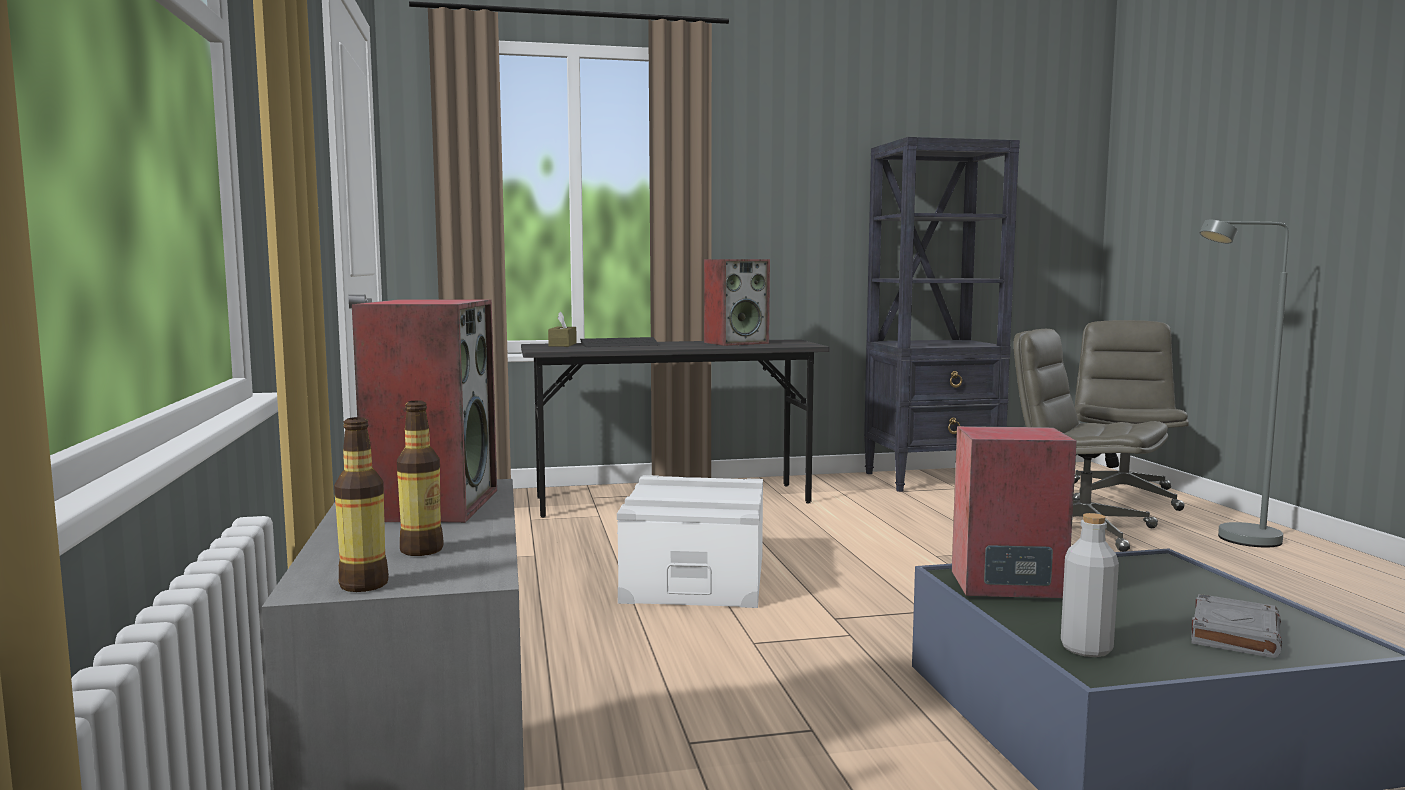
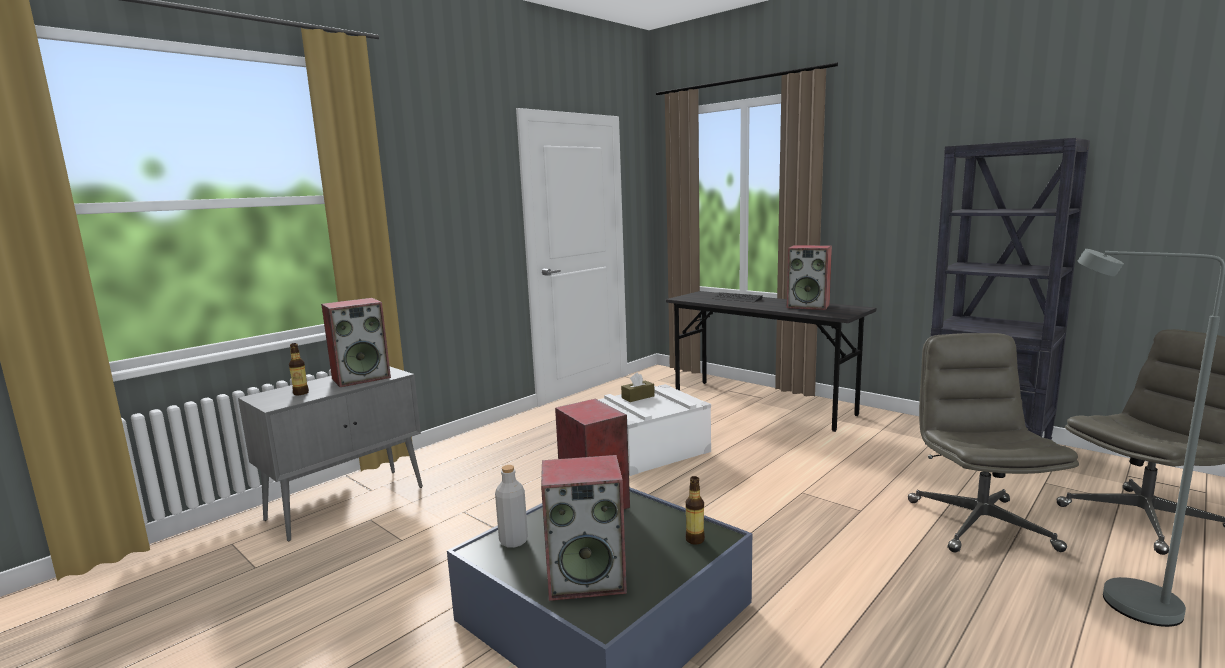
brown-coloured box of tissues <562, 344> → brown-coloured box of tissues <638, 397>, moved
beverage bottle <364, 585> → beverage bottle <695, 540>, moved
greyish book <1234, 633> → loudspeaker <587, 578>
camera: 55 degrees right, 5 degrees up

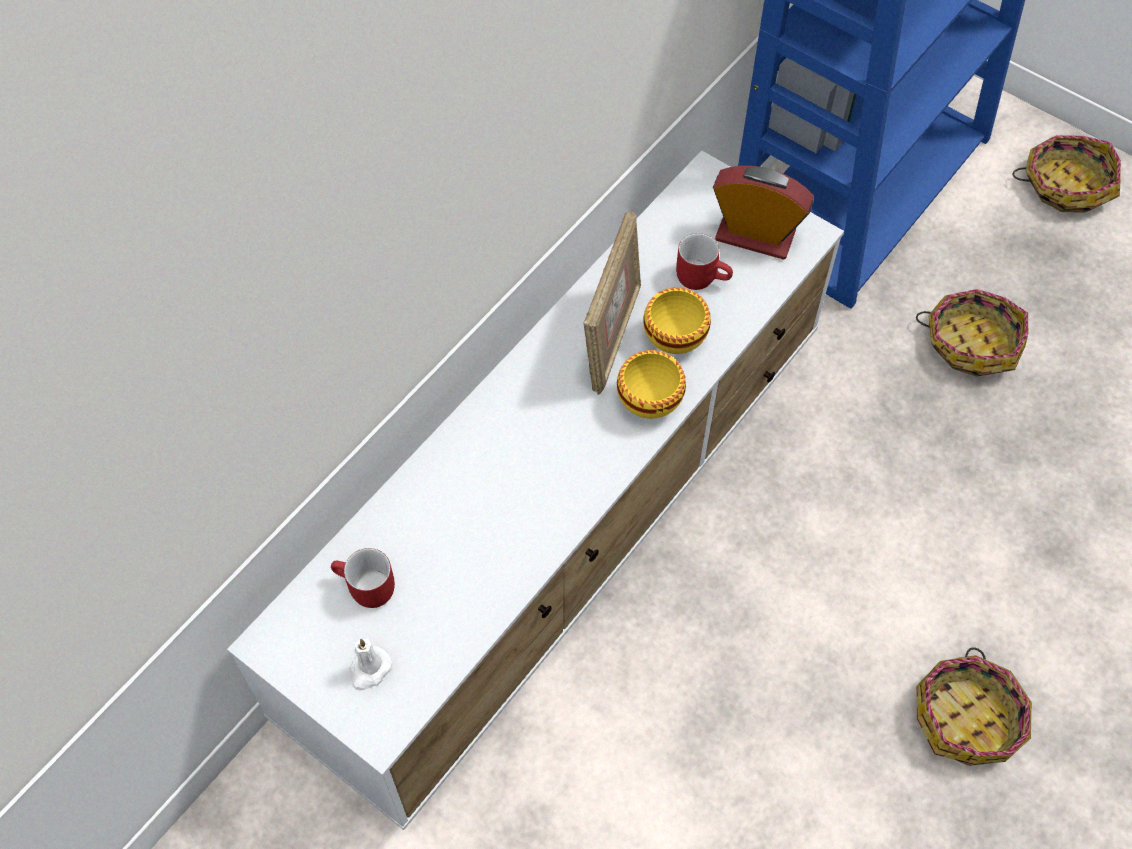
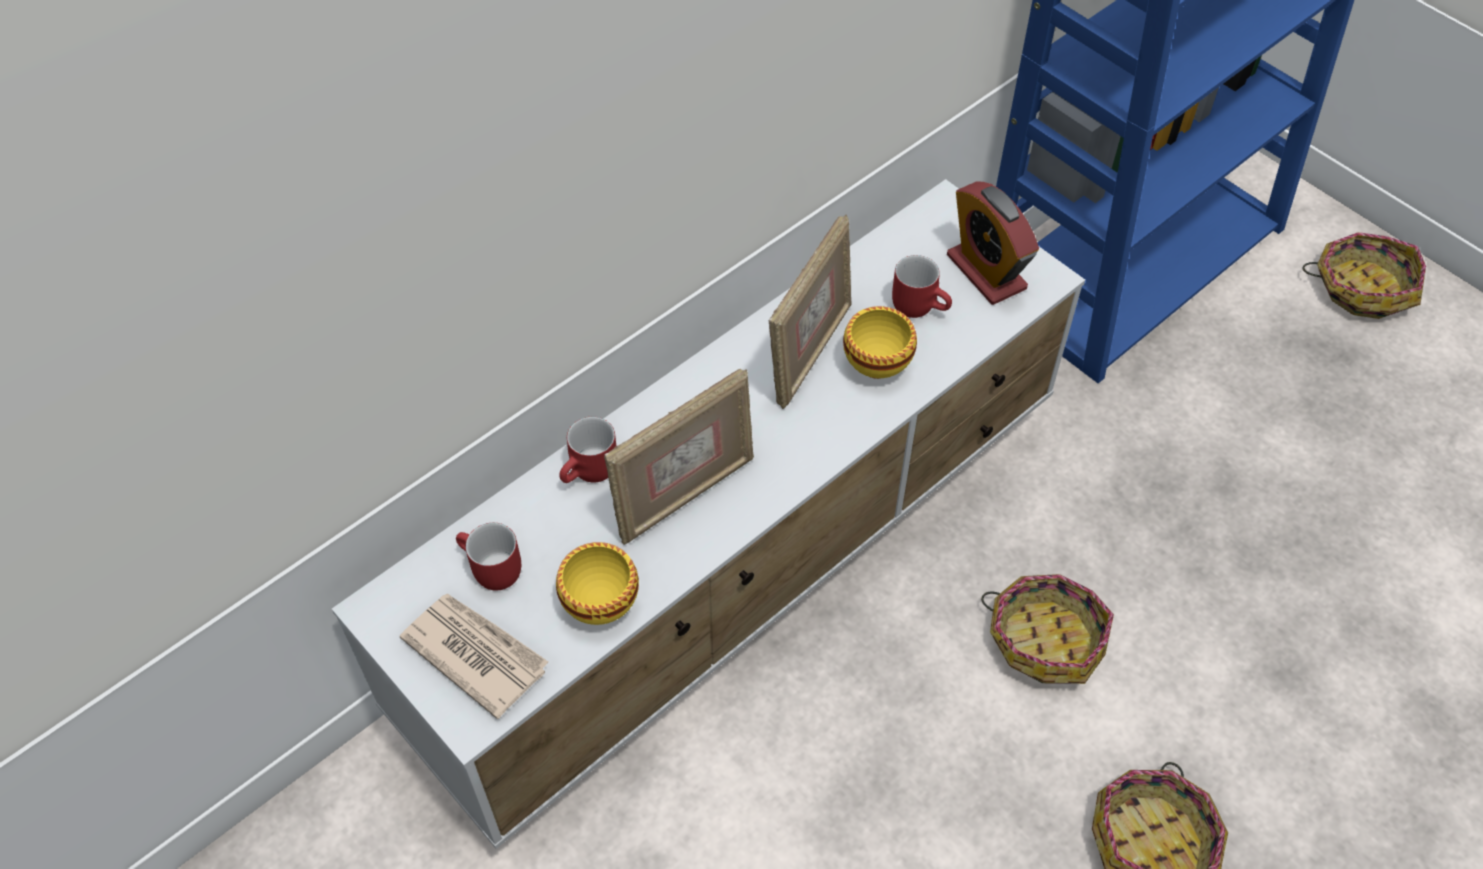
table clock <755, 236> → table clock <986, 272>, 150 degrees counterclockwise
household basket <971, 342> → household basket <1045, 638>, moved
yellow-coloured deep dish <647, 401> → yellow-coloured deep dish <599, 601>, moved
white wax candle <369, 669> → newspaper <475, 653>
- → picture frame <684, 495>
- → reddish tea mug <591, 473>
camera: 10 degrees right, 5 degrees down

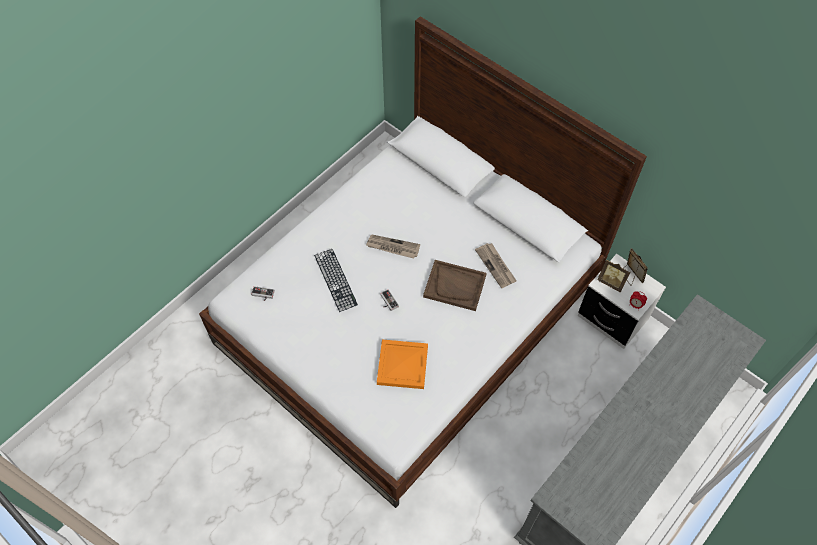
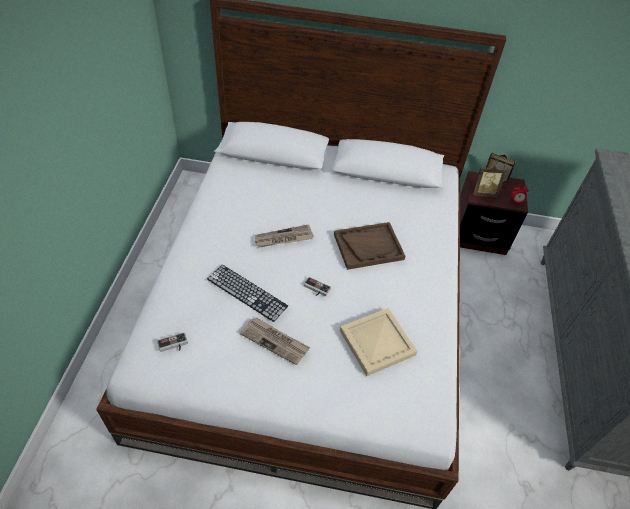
newspaper <496, 266> → newspaper <275, 341>, moved
white nightstand <612, 318> → brown-coloured nightstand <478, 236>
orangey tray <401, 366> → beige-coloured tray <376, 344>
camera: 35 degrees left, 10 degrees down

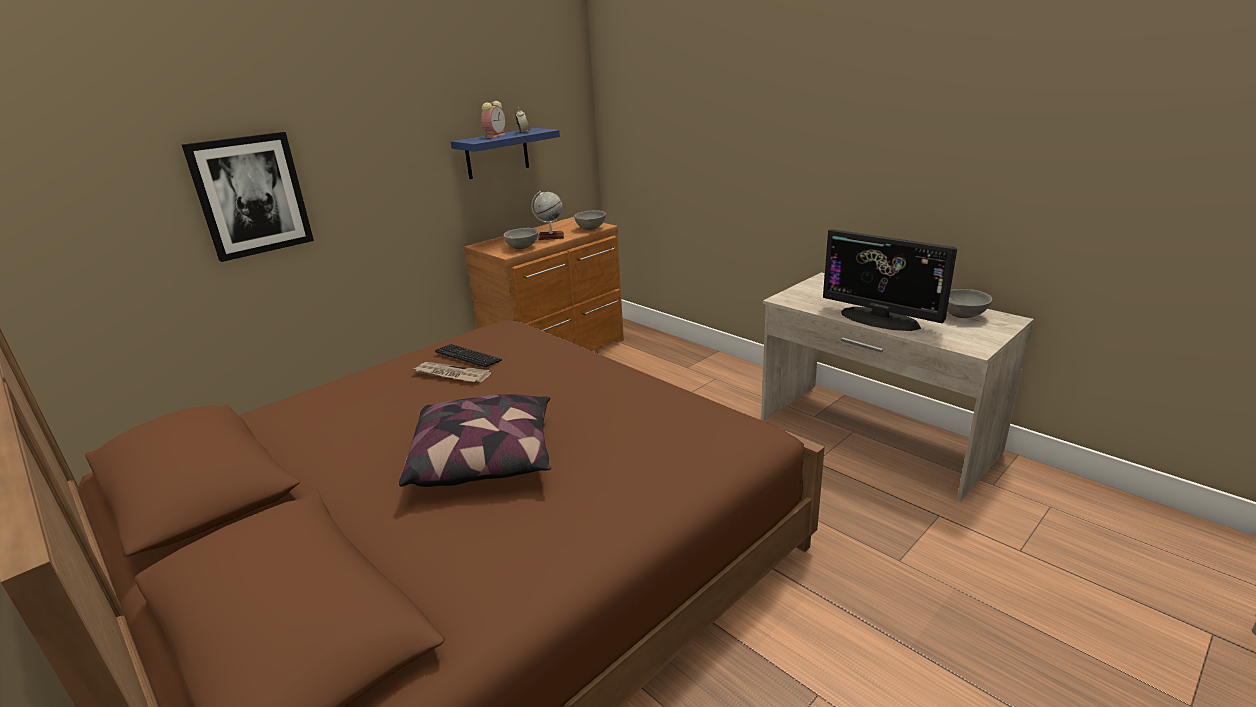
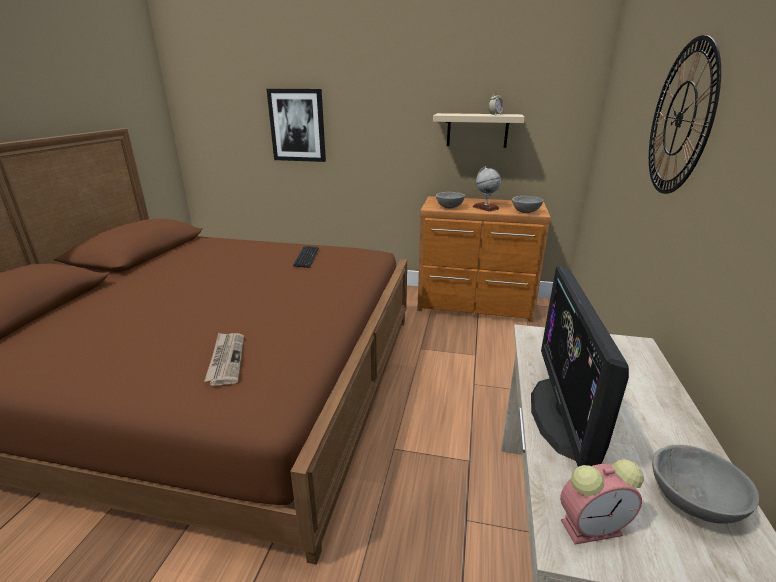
table clock <495, 136> → table clock <593, 526>, moved
bluish shelf <497, 153> → beige-coloured shelf <477, 130>
newspaper <451, 375> → newspaper <226, 359>, moved
pillow <486, 458> → -
- → wall clock <680, 119>
camera: 55 degrees right, 0 degrees up

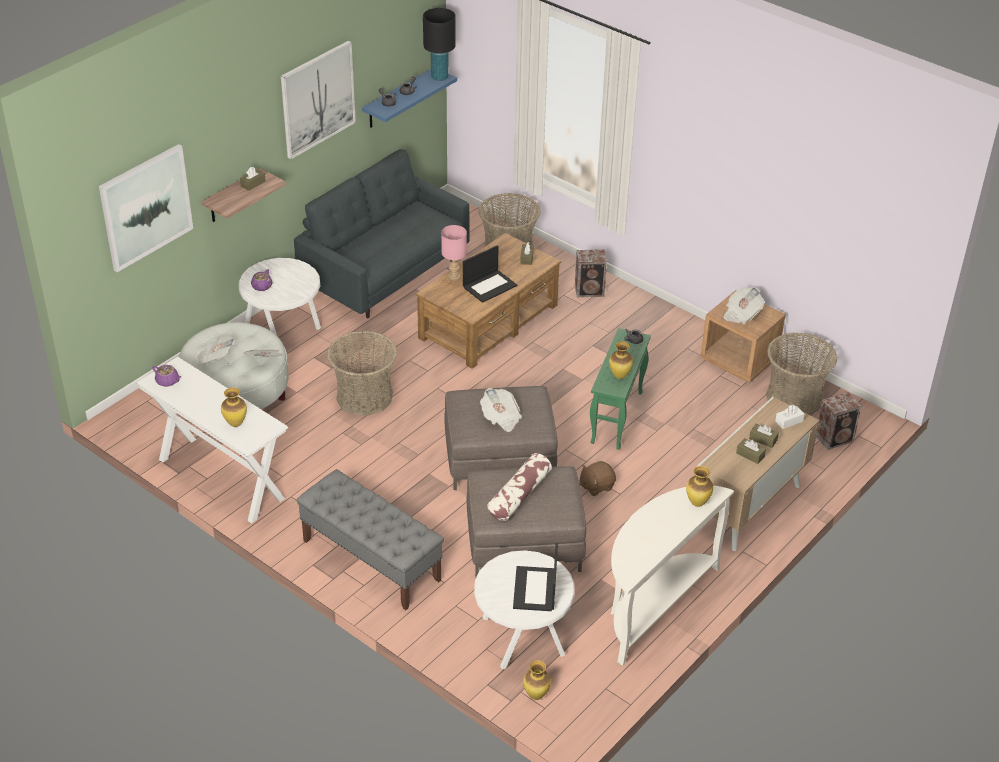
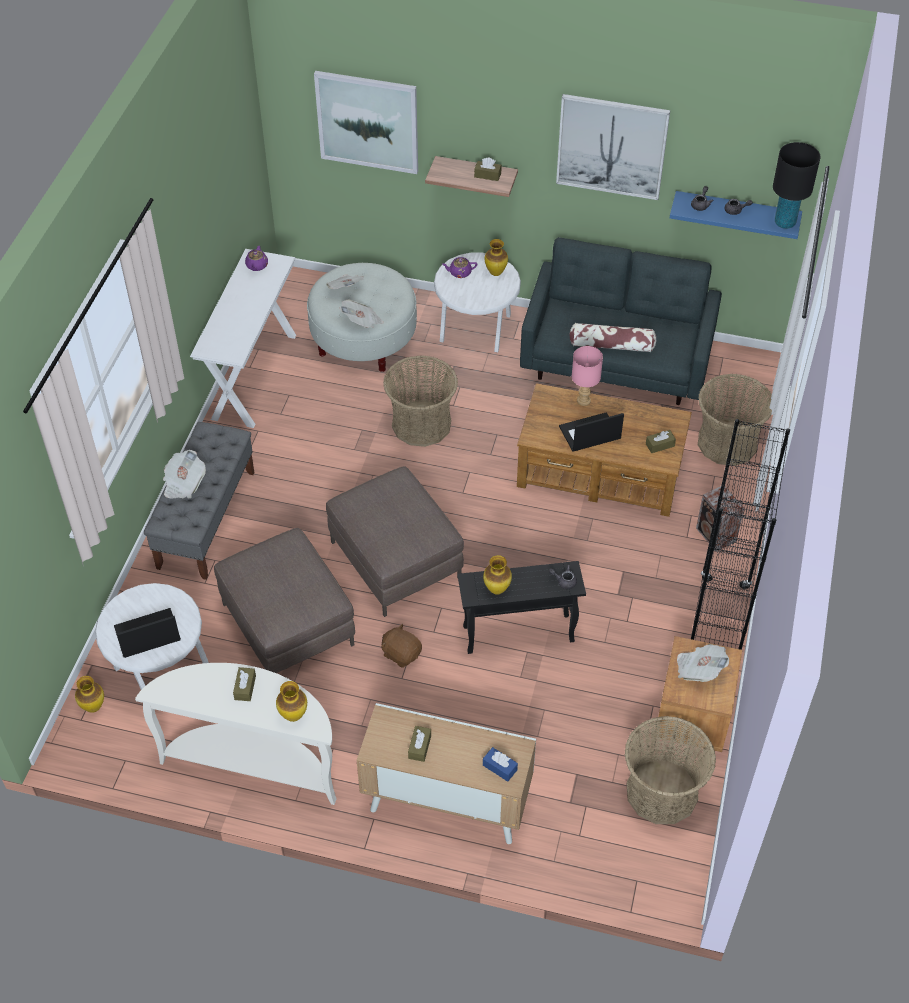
notebook computer <490, 286> → notebook computer <589, 433>, 135 degrees clockwise
greenish end table <617, 417> → black end table <518, 634>
decorative vase <235, 423> → decorative vase <496, 272>, moved
newspaper <501, 418> → newspaper <184, 484>, moved
loudspeaker <835, 438> → -
white box of tissues <789, 421> → bluish box of tissues <500, 767>
brown-coloured box of tissues <763, 439> → brown-coloured box of tissues <245, 687>, moved
pillow <519, 495> → pillow <611, 345>, moved
- → black shelving unit <717, 626>
camera: 65 degrees right, 10 degrees up

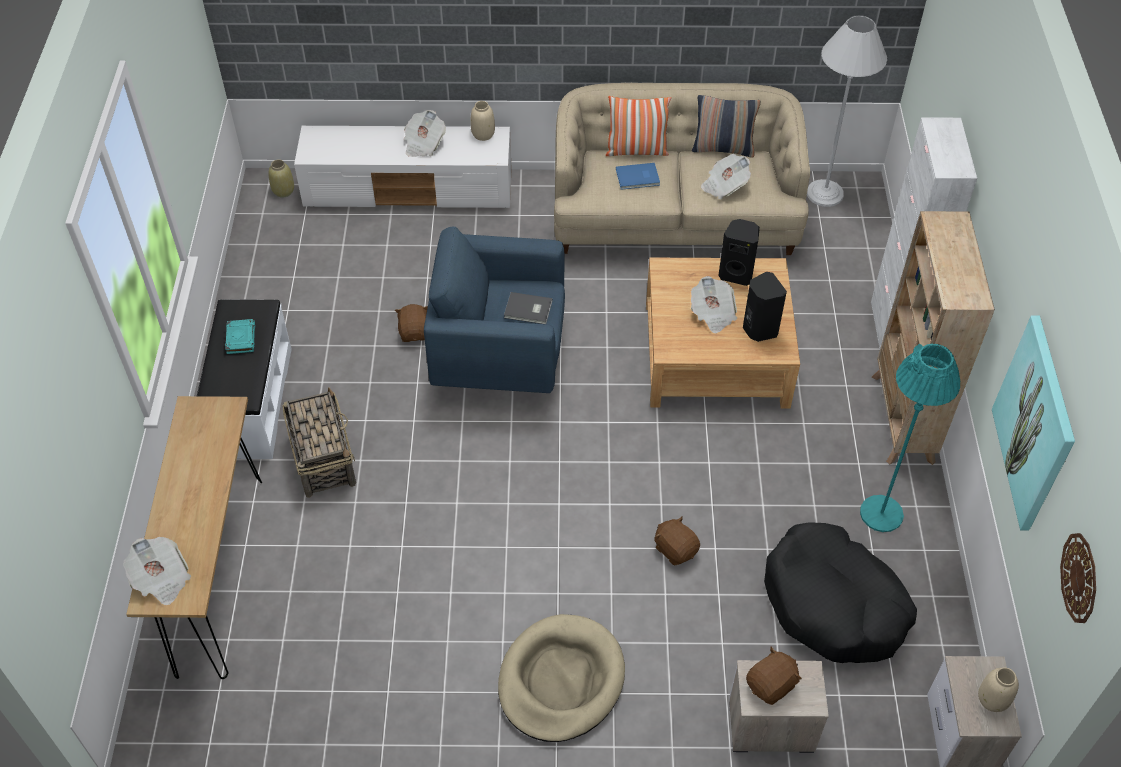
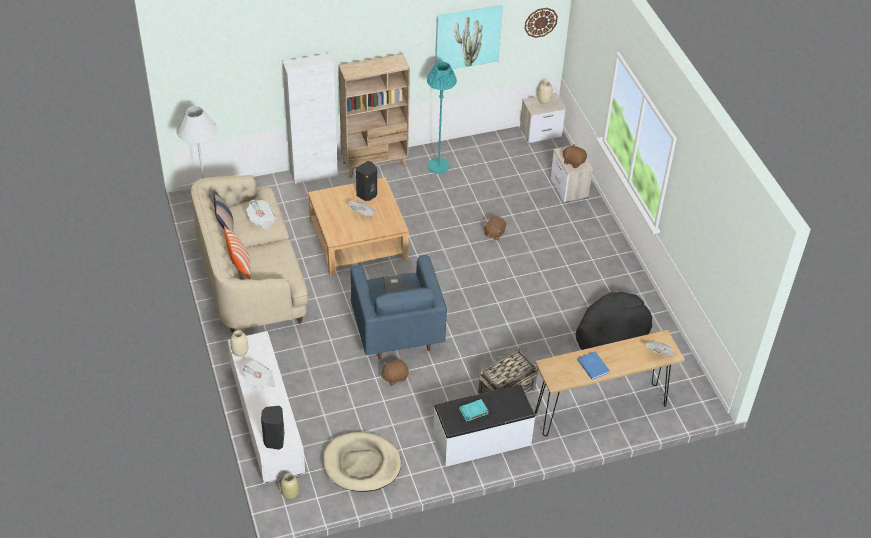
bluish book <638, 178> → bluish book <593, 365>, moved
black loudspeaker <737, 274> → black loudspeaker <274, 440>, moved
black pet bed <833, 604> → black pet bed <612, 334>, moved
beige-coloured pet bed <560, 680> → beige-coloured pet bed <361, 464>, moved
camera: 110 degrees left, 5 degrees down

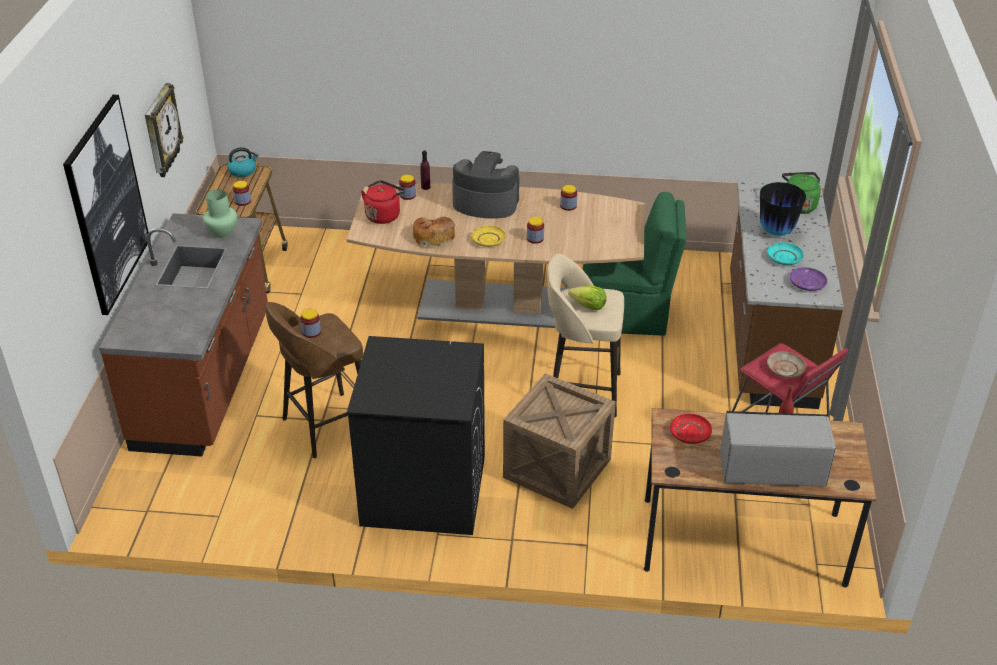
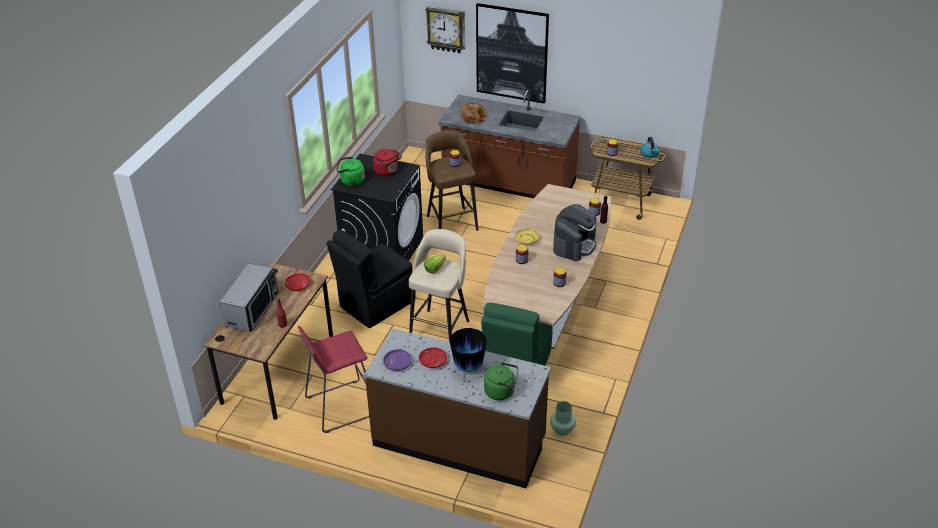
wall clock <161, 131> → wall clock <446, 29>, moved
reddish water kettle <384, 215> → reddish water kettle <387, 171>, moved
greenish decorative vase <222, 232> → greenish decorative vase <562, 430>, moved
baked bread <433, 236> → baked bread <473, 117>, moved
turquoise plate <784, 258> → reddish plate <433, 361>
beige-coloured plate <785, 369> → -
crate <557, 468> → black upright chair <375, 304>
- → greenish water kettle <351, 181>
camera: 105 degrees right, 0 degrees up

